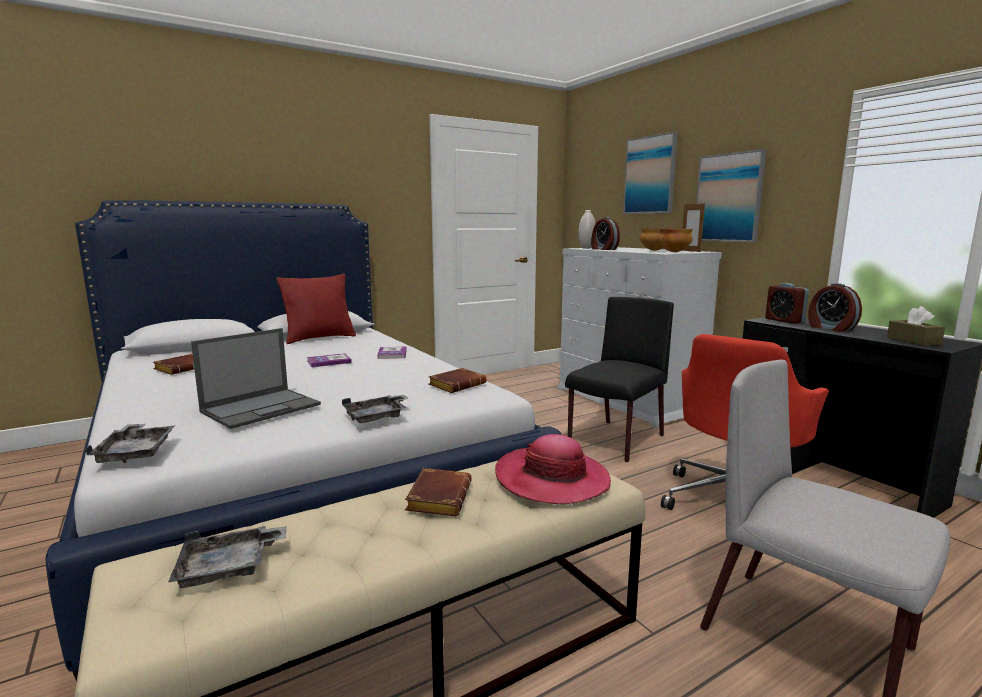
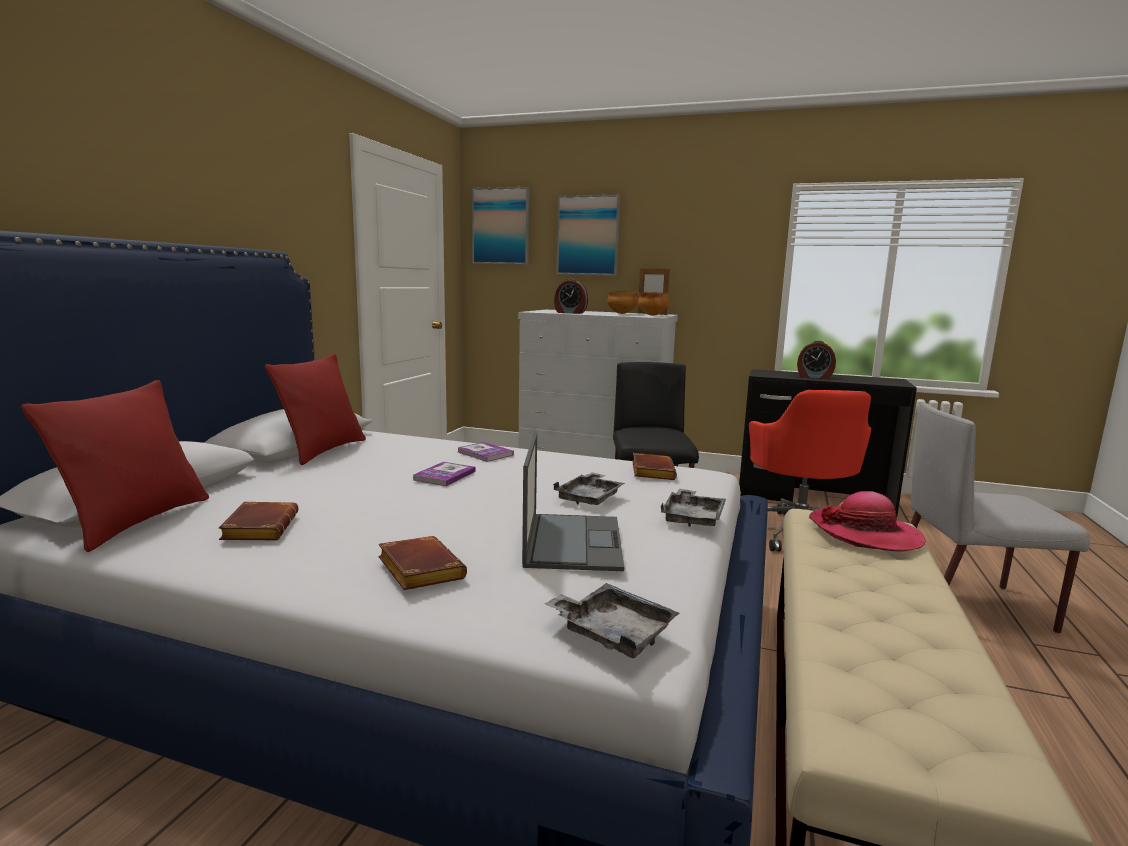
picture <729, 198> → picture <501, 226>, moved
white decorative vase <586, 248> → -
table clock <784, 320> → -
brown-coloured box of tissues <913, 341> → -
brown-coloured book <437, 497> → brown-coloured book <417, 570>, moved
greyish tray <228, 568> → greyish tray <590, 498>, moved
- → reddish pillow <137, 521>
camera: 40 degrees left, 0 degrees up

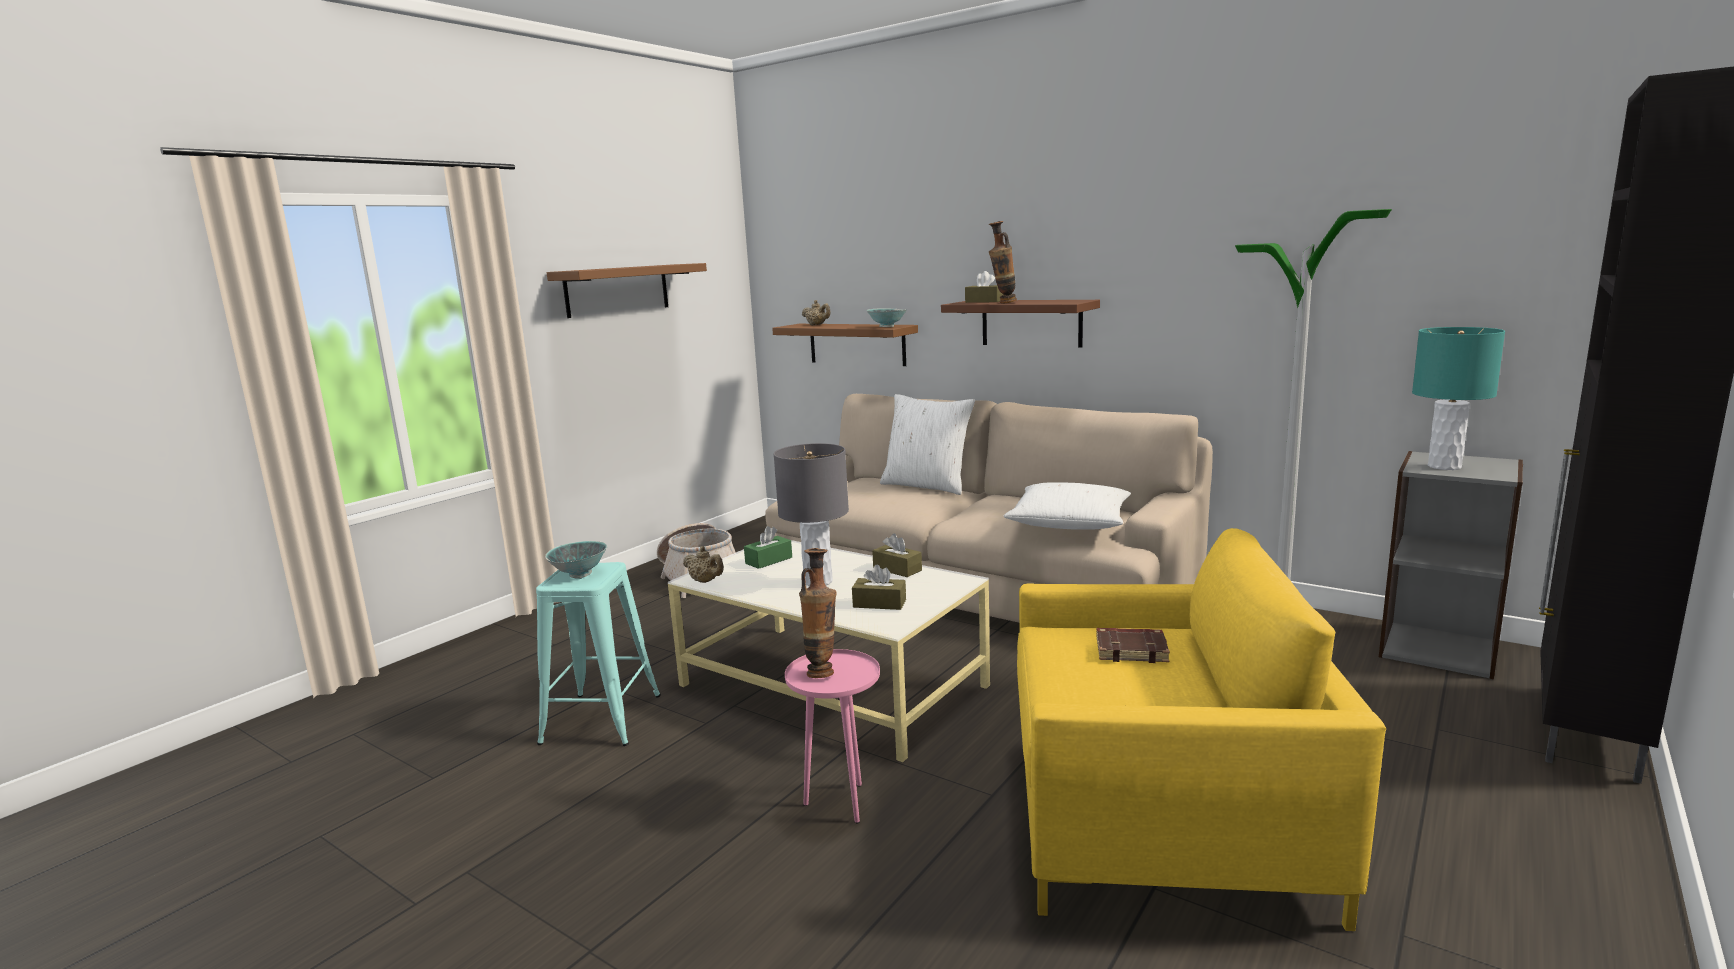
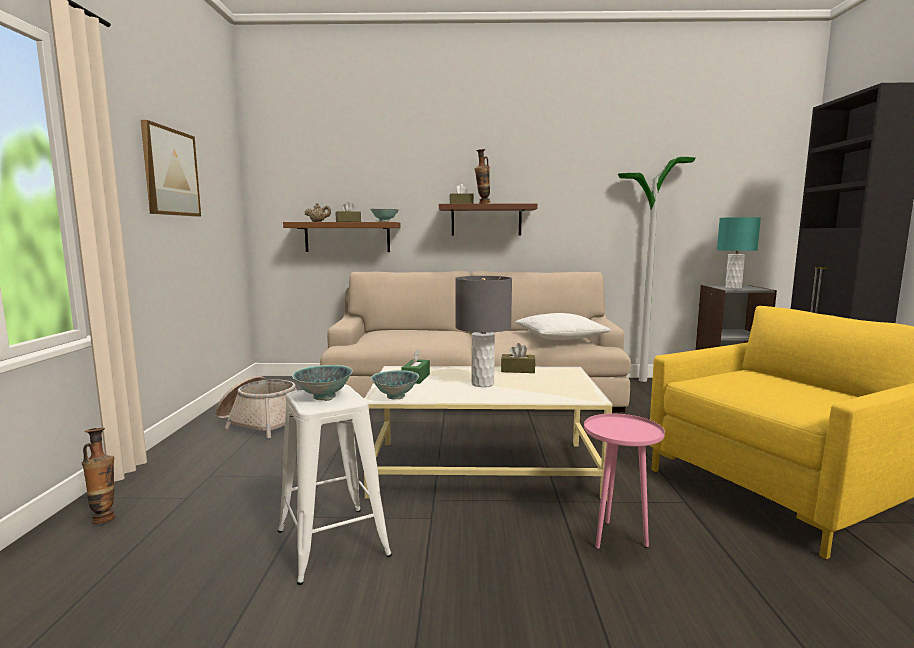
brown-coloured shelf <617, 290> → picture <170, 172>
white pillow <927, 485> → -
beige-coloured teapot <705, 581> → deep dish <395, 397>
decorative vase <822, 671> → decorative vase <104, 518>, moved
turquoise stool seat <601, 719> → white stool seat <332, 543>
brown-coloured box of tissues <879, 603> → brown-coloured box of tissues <348, 222>, moved
brown-coloured book <1132, 650> → -
camera: 35 degrees left, 5 degrees down

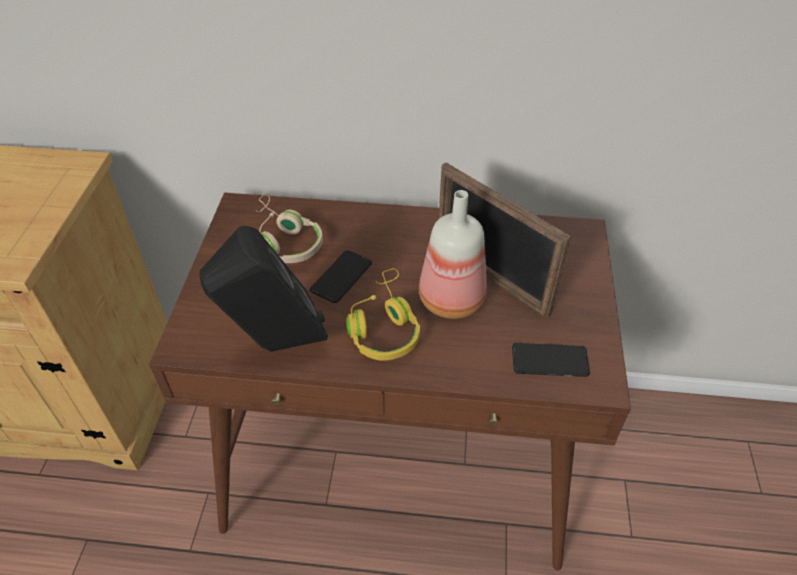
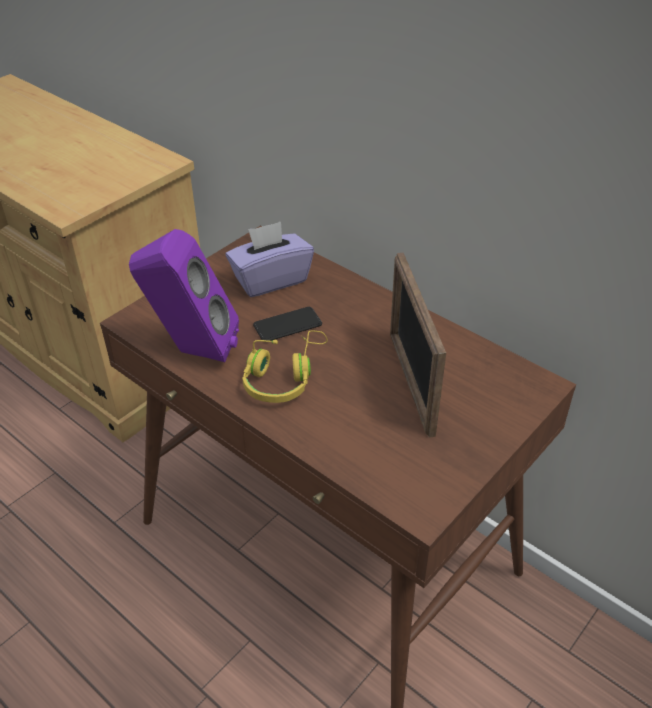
beverage bottle <449, 299> → -
beige-coloured pair of headphones <284, 241> → purplish box of tissues <270, 279>
black loudspeaker <275, 345> → purplish loudspeaker <192, 351>
telephone <549, 361> → -
camera: 35 degrees right, 5 degrees down

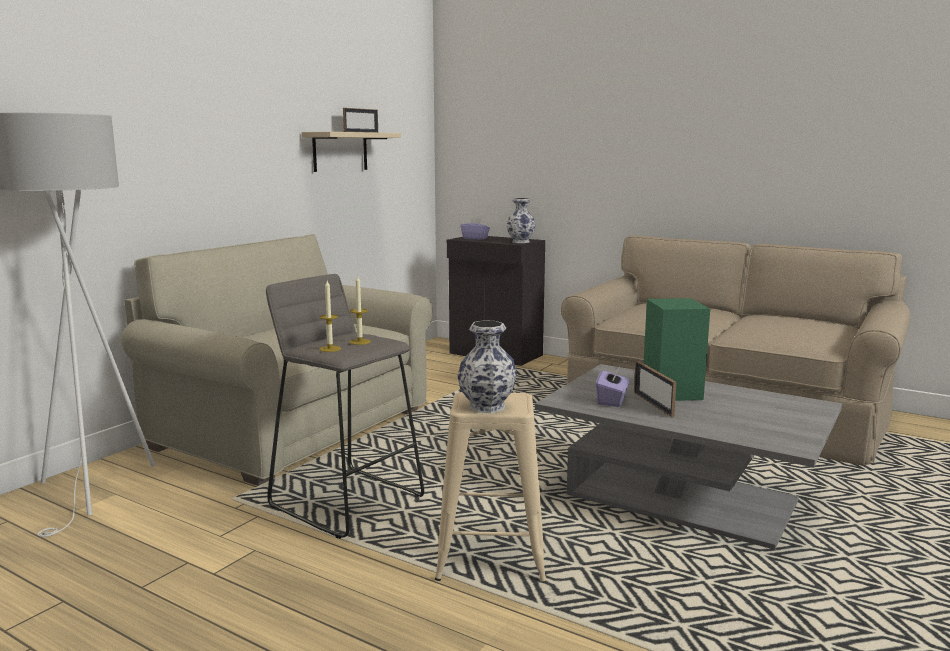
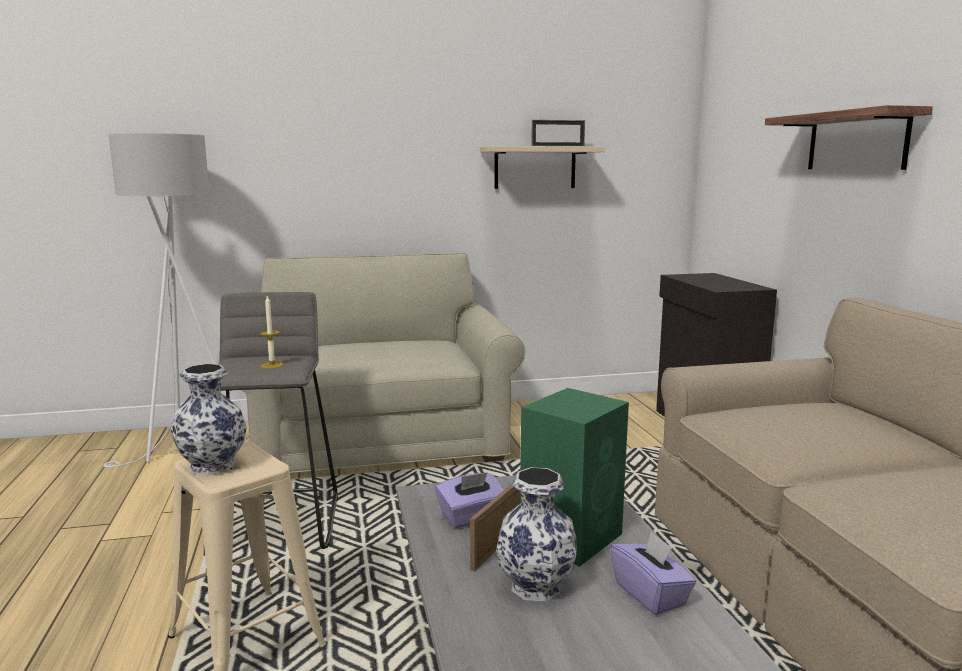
decorative vase <521, 242> → decorative vase <537, 586>, moved
purplish box of tissues <475, 238> → purplish box of tissues <650, 594>, moved
wax candle <330, 349> → -
- → shelf <856, 141>
camera: 45 degrees right, 0 degrees up

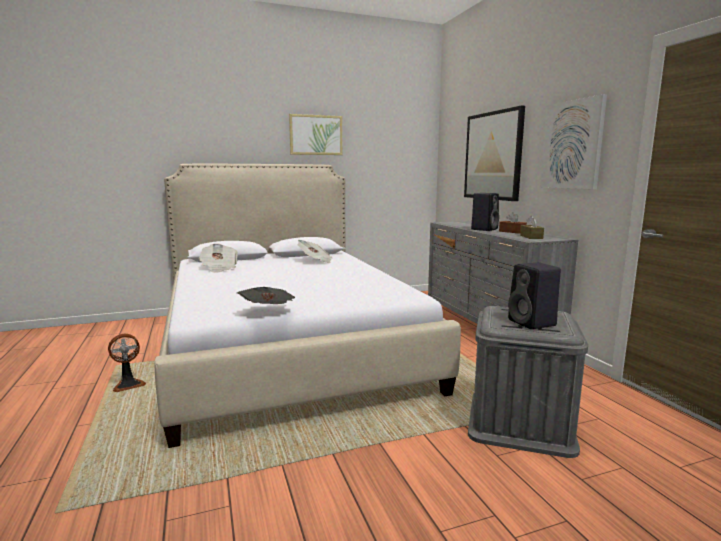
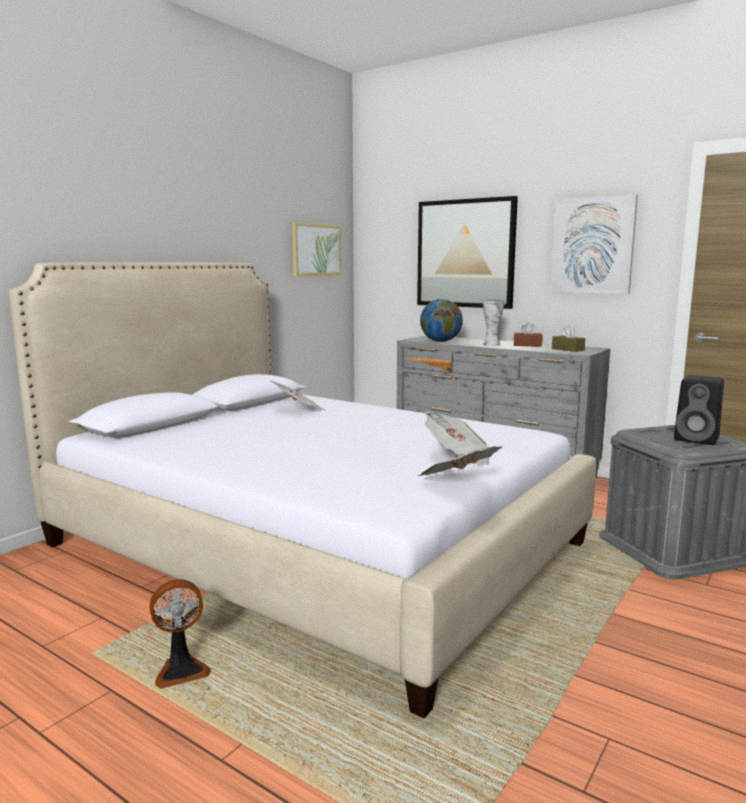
picture <316, 135> → picture <316, 249>, moved
black loudspeaker <484, 229> → decorative vase <491, 344>
newspaper <219, 268> → newspaper <459, 456>, moved
electric fan <128, 385> → electric fan <181, 671>, 45 degrees clockwise
- → globe <440, 341>
camera: 35 degrees left, 0 degrees up

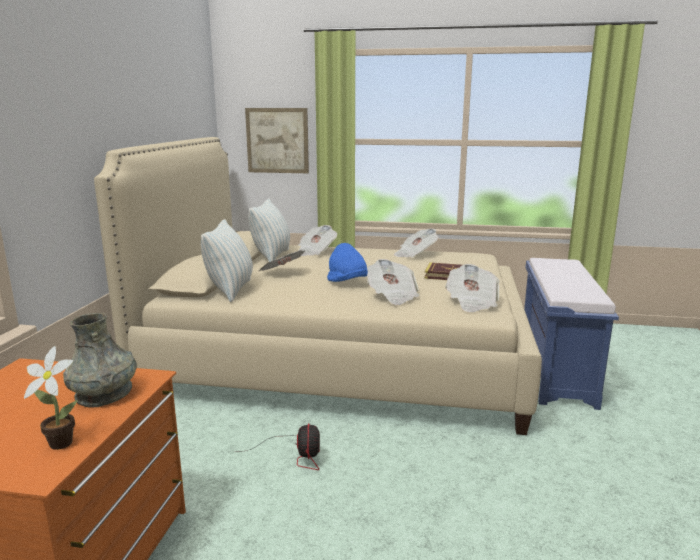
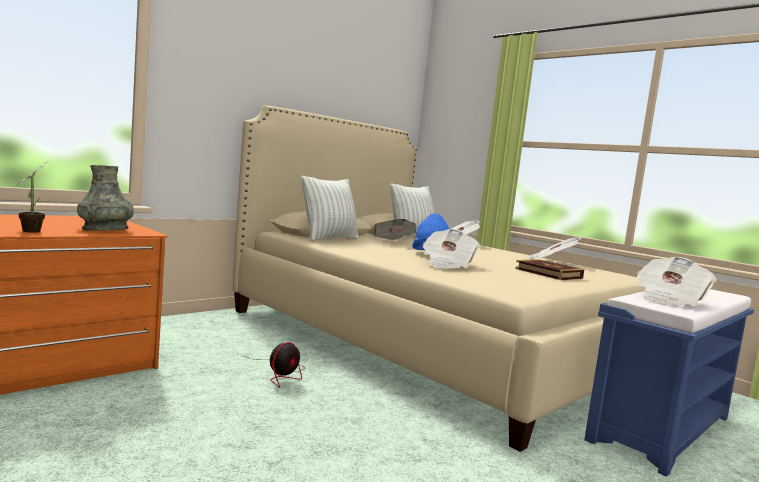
picture <277, 140> → -
newspaper <471, 303> → newspaper <669, 300>, moved
camera: 35 degrees right, 10 degrees down

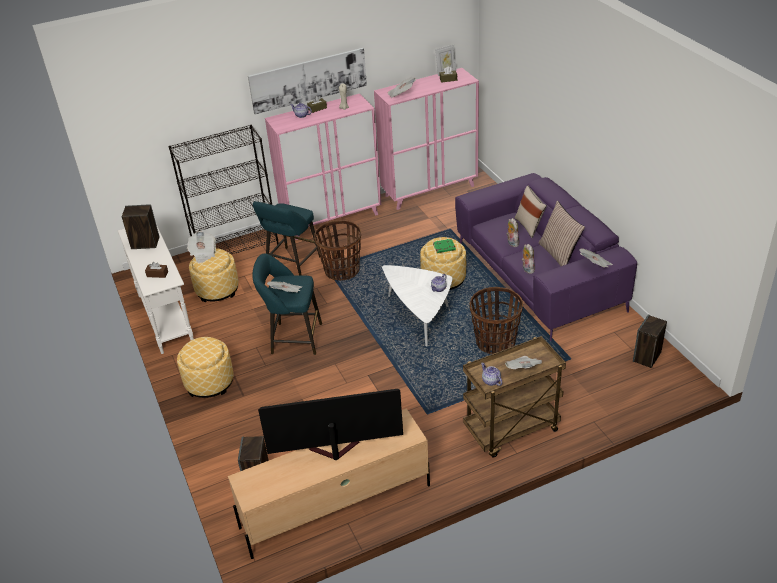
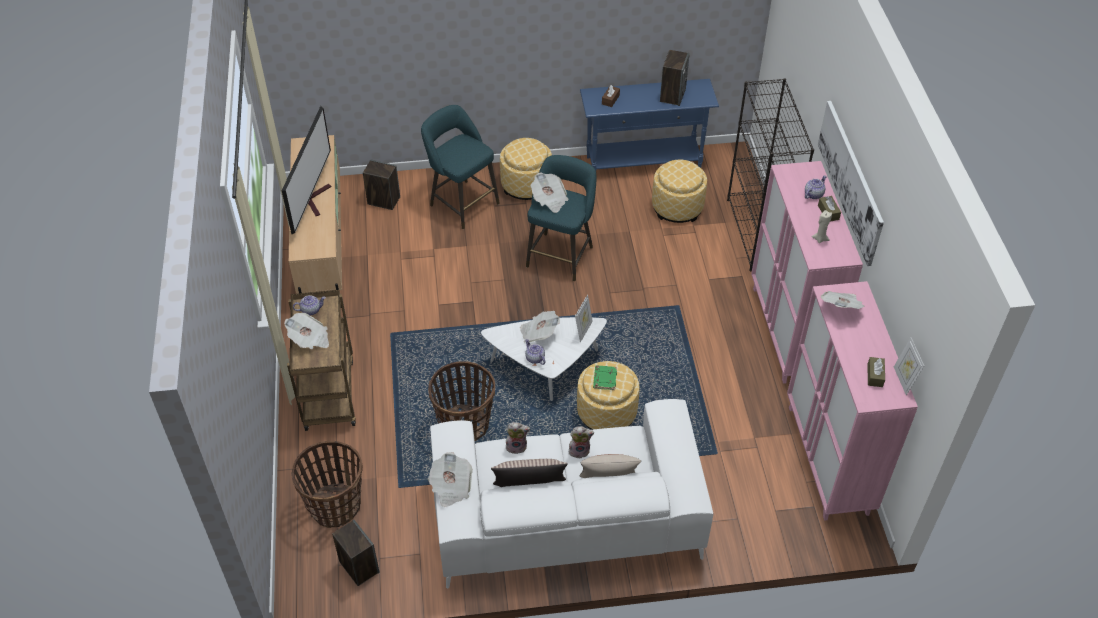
purplish couch <538, 276> → white couch <566, 516>
turquoise stool seat <291, 265> → turquoise stool seat <462, 203>, moved
household basket <341, 271> → household basket <335, 506>, moved
white hall table <166, 318> → bluish hall table <644, 164>
newspaper <203, 254> → newspaper <538, 333>, moved
- → picture frame <583, 330>
camera: 105 degrees right, 10 degrees up

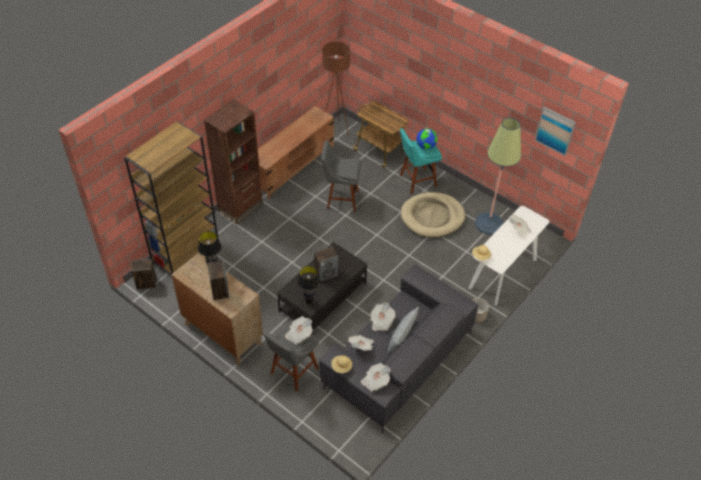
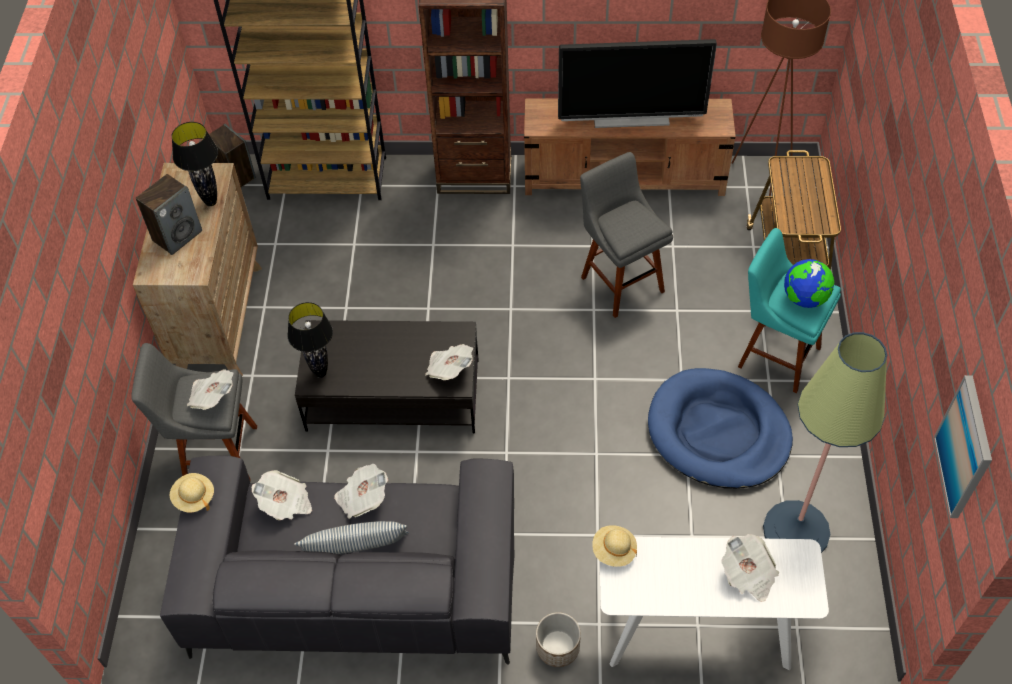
beige-coloured pet bed <432, 217> → bluish pet bed <718, 432>
loudspeaker <326, 273> → -
newspaper <375, 381> → newspaper <449, 369>, moved
- → television <631, 118>
camera: 55 degrees right, 5 degrees up

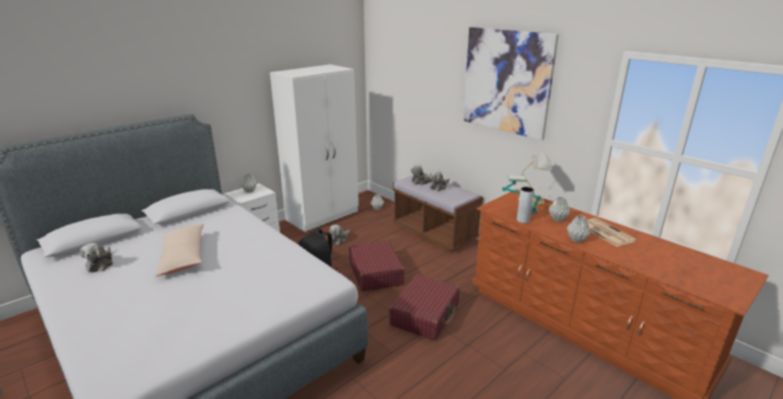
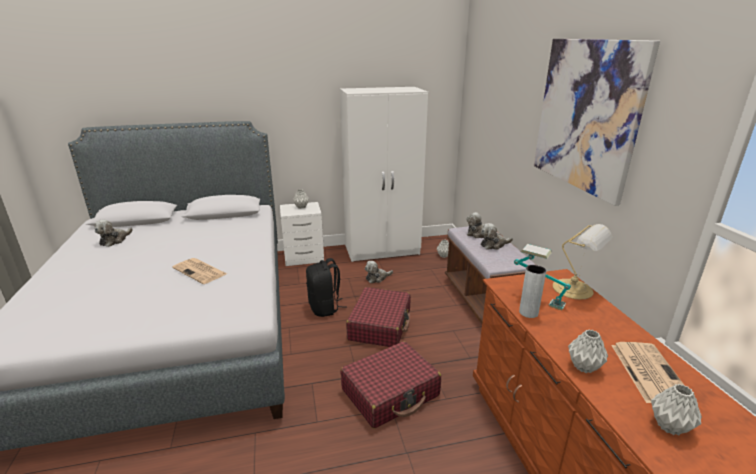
greyish decorative vase <557, 219> → greyish decorative vase <669, 427>, moved
beige-coloured pillow <183, 256> → -
- → newspaper <200, 271>
camera: 30 degrees right, 0 degrees up

